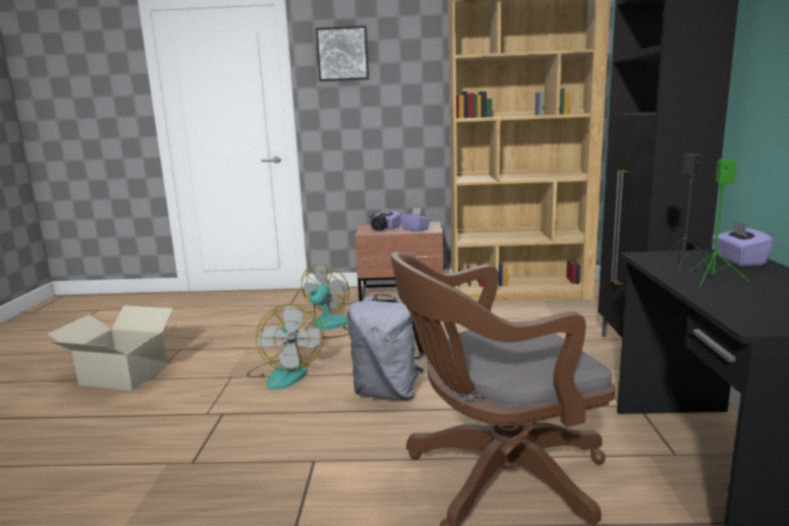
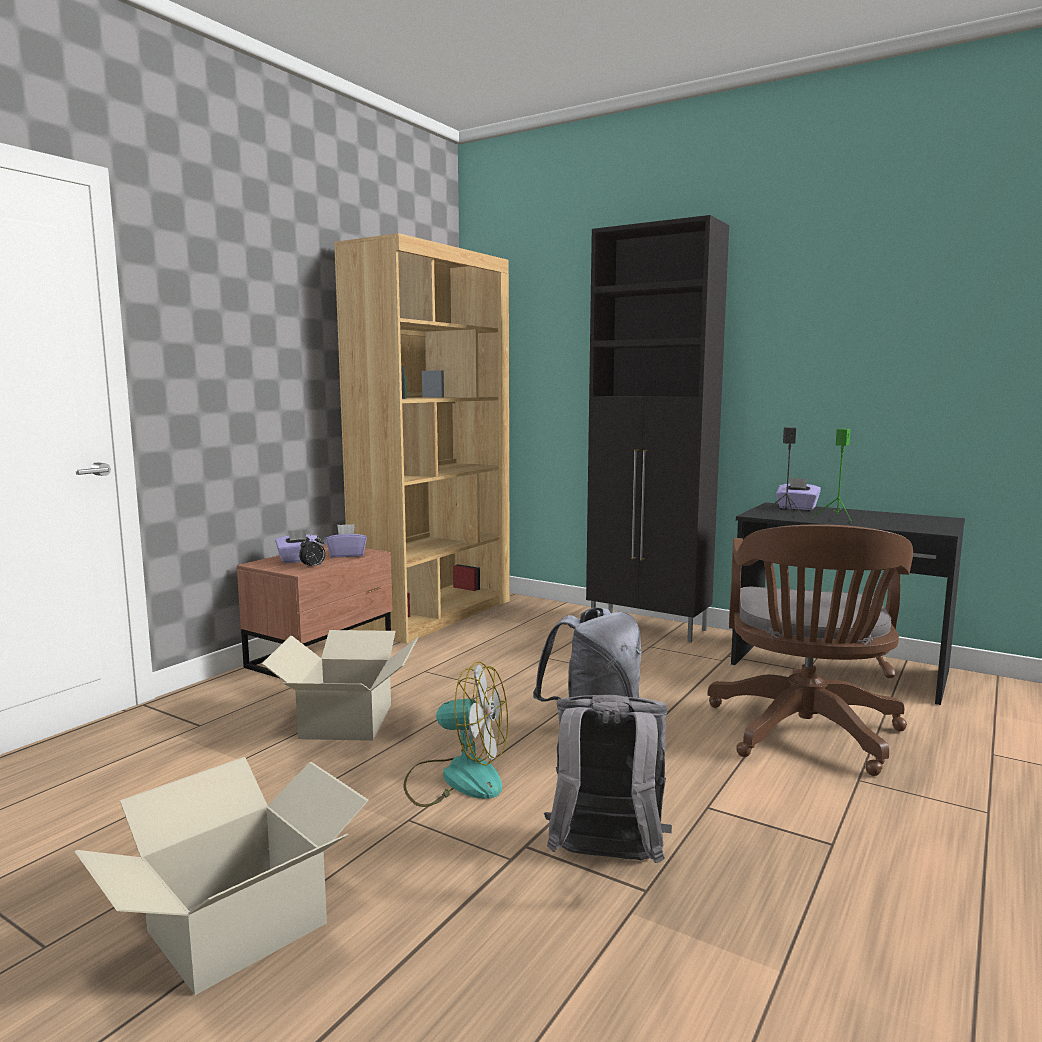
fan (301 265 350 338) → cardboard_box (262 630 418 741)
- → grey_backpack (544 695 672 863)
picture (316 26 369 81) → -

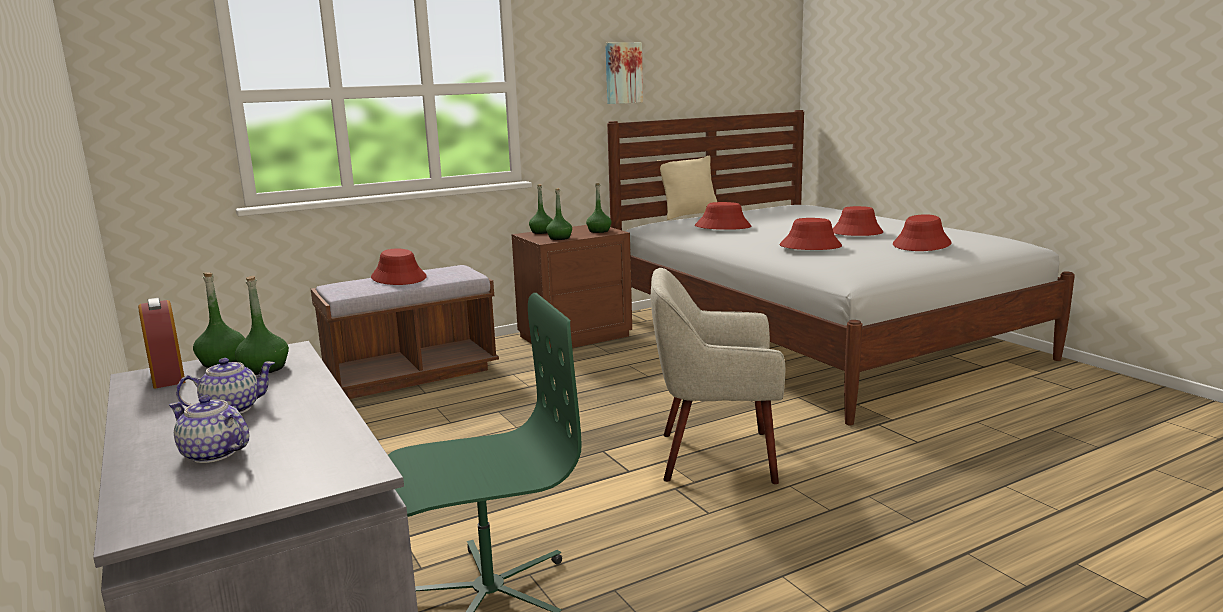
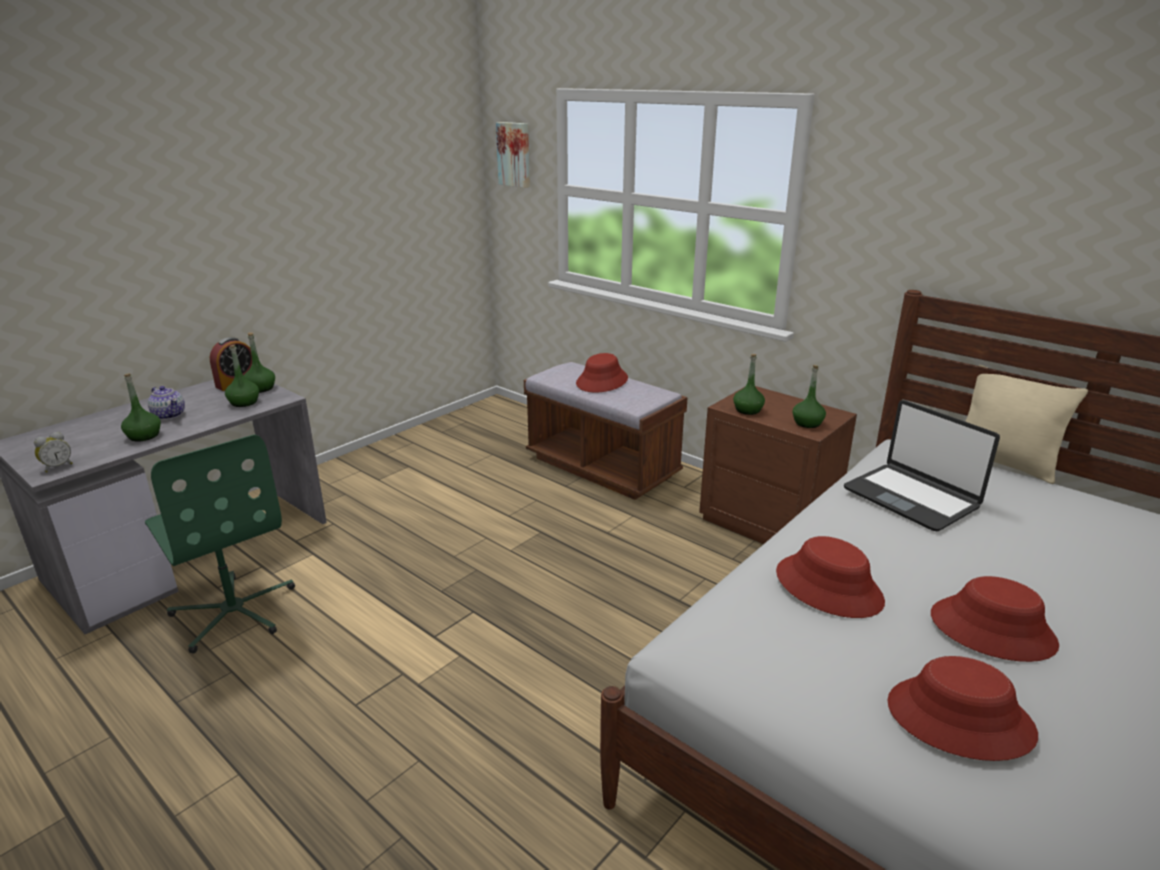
- → alarm_clock (34 432 72 472)
green_bottle (529 184 553 234) → green_bottle (121 373 161 442), move
picture (605 42 643 104) → picture (496 122 530 188), move
red_hat (695 202 751 230) → laptop (844 400 1000 531)
teapot (169 396 250 463) → -
beige_armchair (651 268 786 484) → -

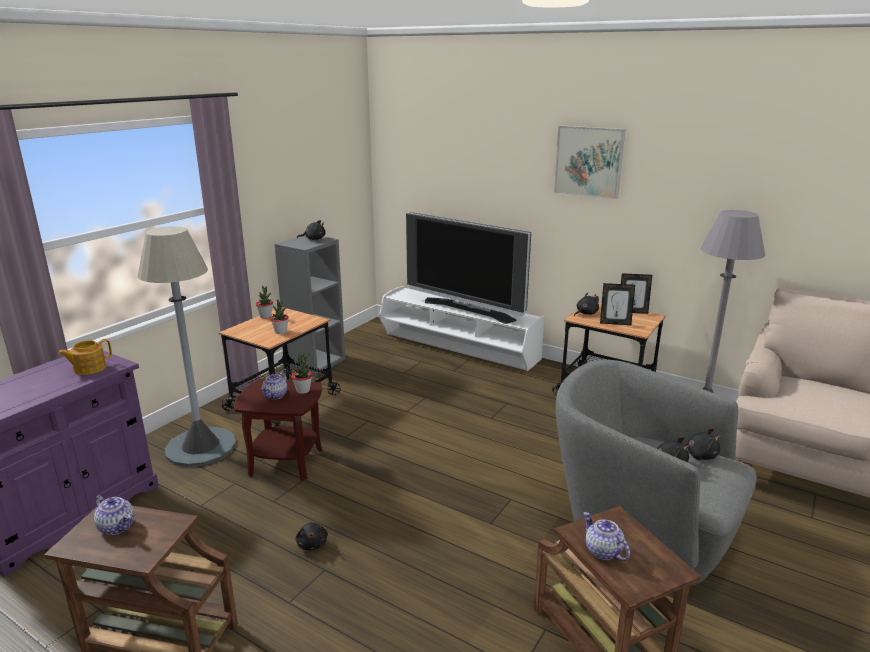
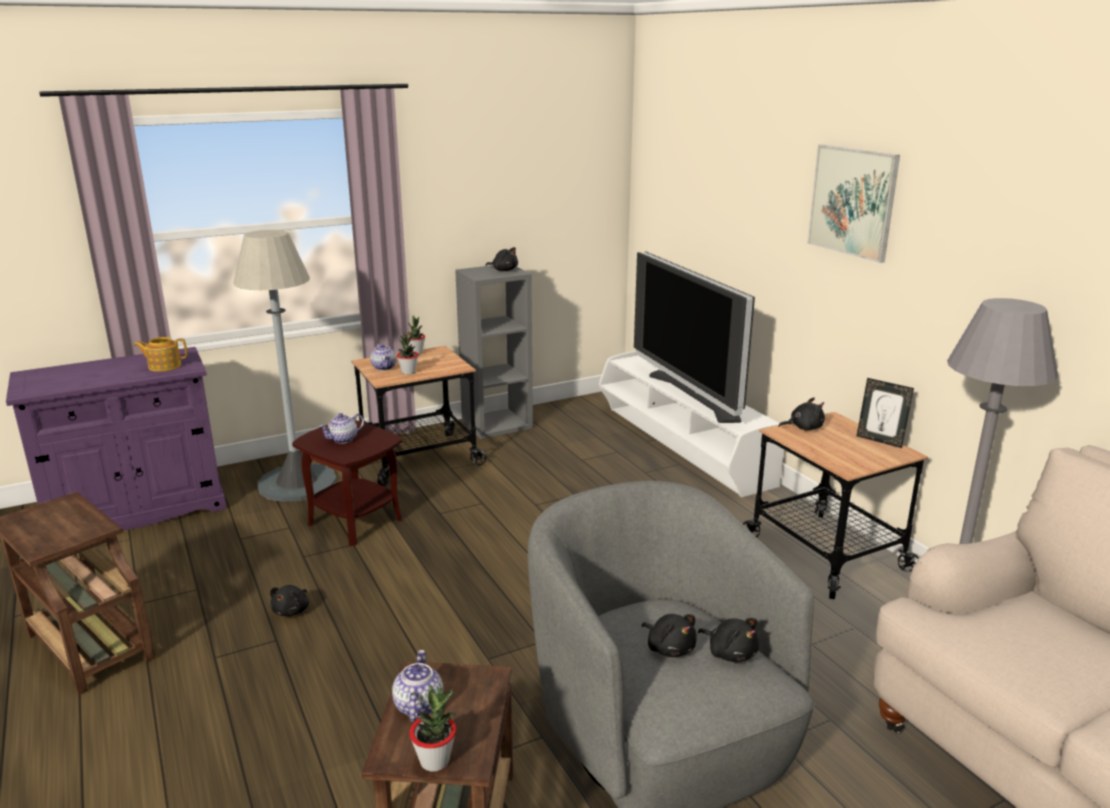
teapot (94 495 134 535) → teapot (370 344 396 370), move
potted_plant (291 353 312 394) → potted_plant (409 685 456 772), move
picture_frame (600 283 635 325) → -

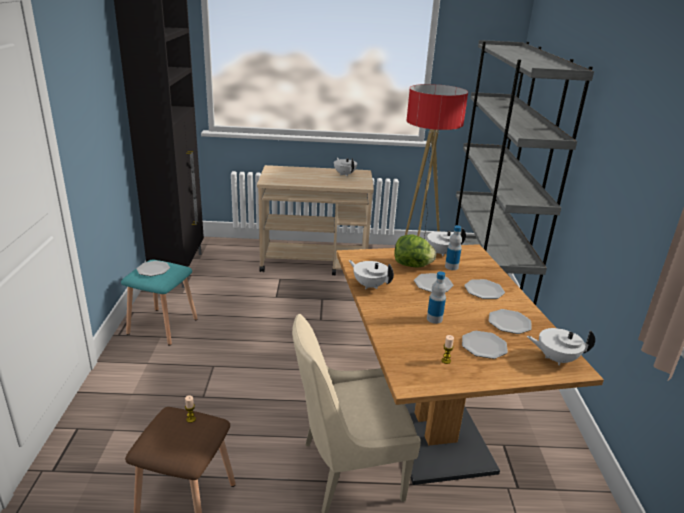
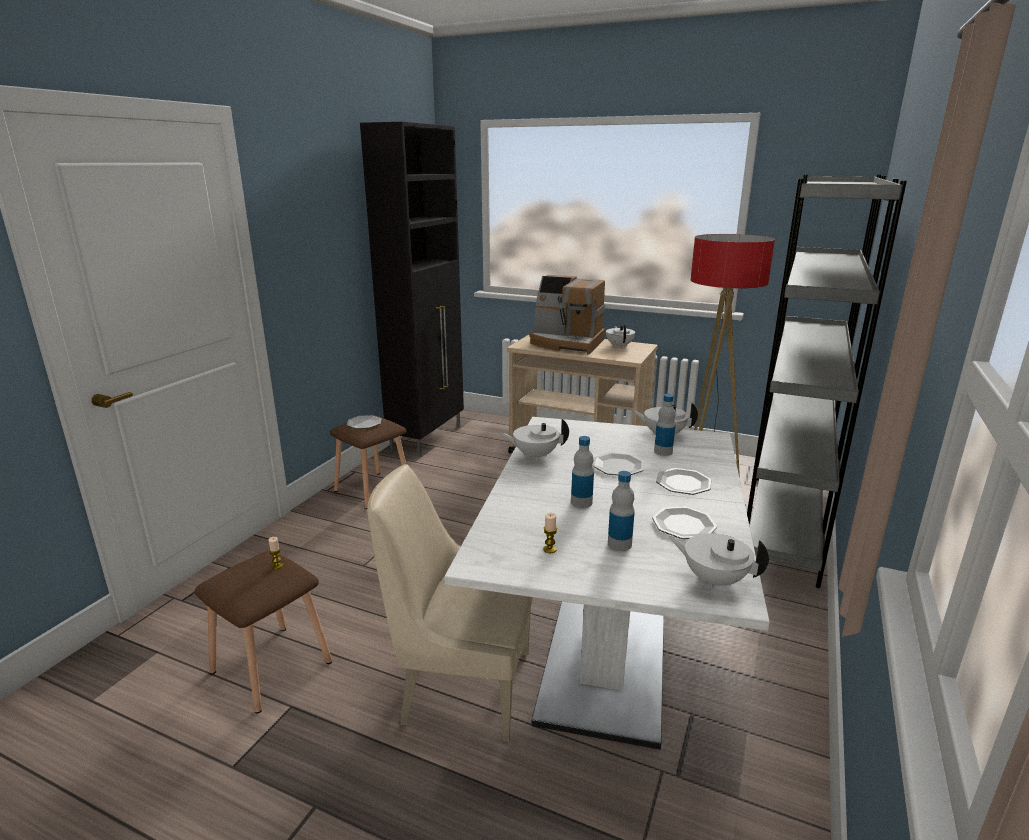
turquoise_stool (121 260 198 346) → brown_stool (330 415 406 509)
brown_dining_table (336 244 604 485) → white_dining_table (444 417 770 749)
white_teapot (349 260 394 289) → white_teapot (500 419 569 461), 60 degrees counterclockwise
- → coffee_machine (529 275 605 355)
plate (462 331 508 359) → bottle (608 471 635 551)
lettuce (395 234 436 267) → -

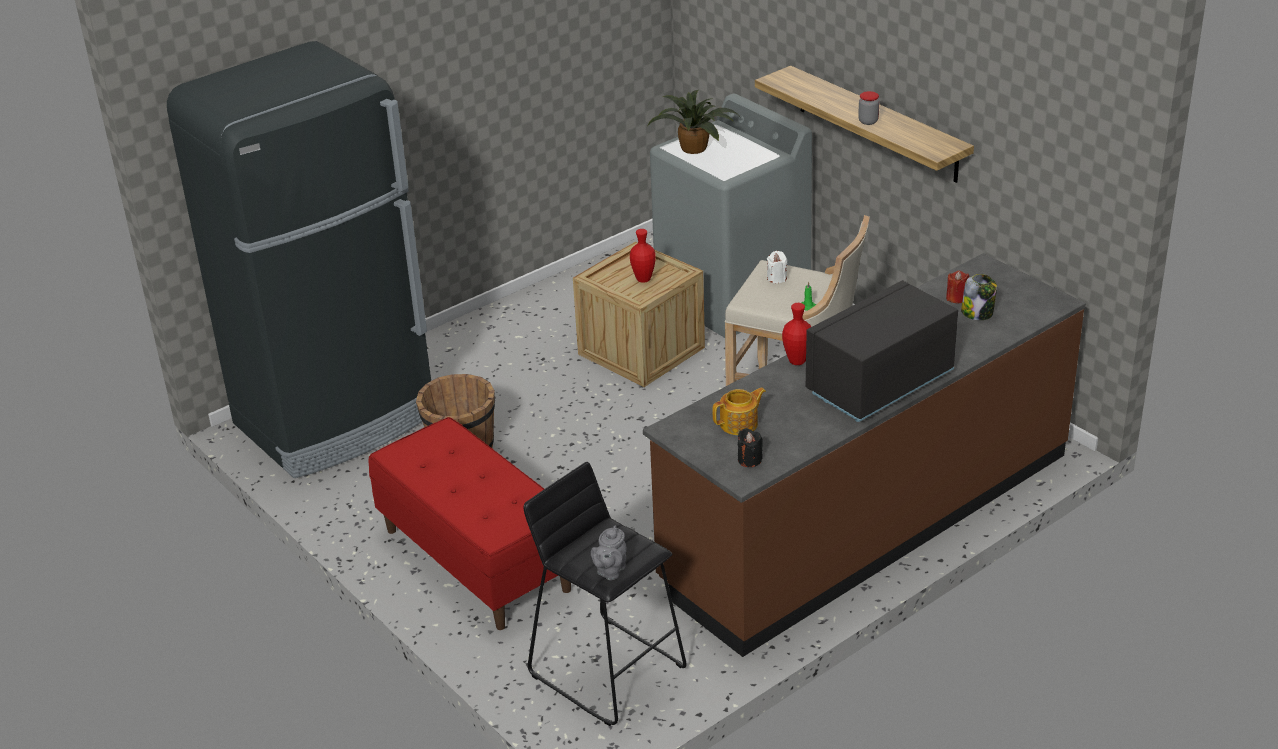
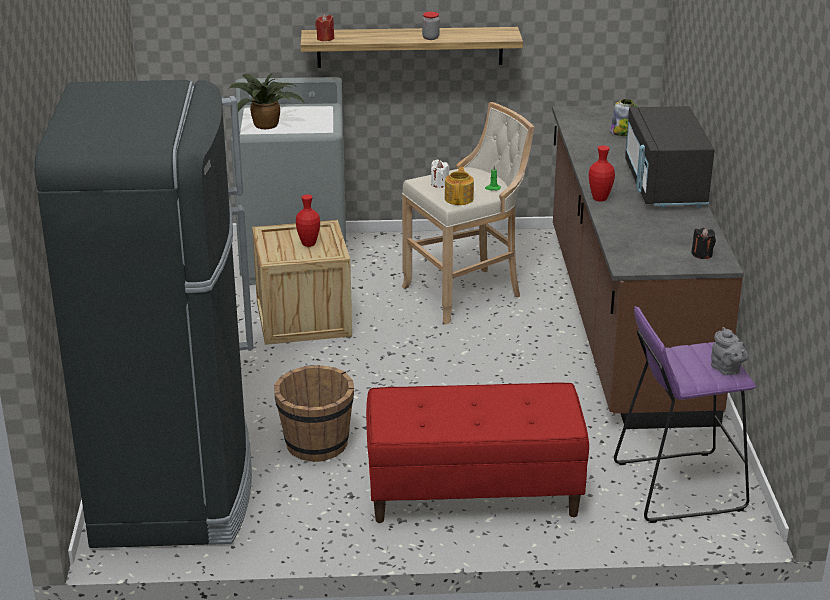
red_candle (946 271 970 303) → red_candle (315 14 334 41), move
teapot (713 387 766 435) → teapot (445 167 474 205), move
black_stool (523 462 687 726) → purple_stool (614 306 756 523)

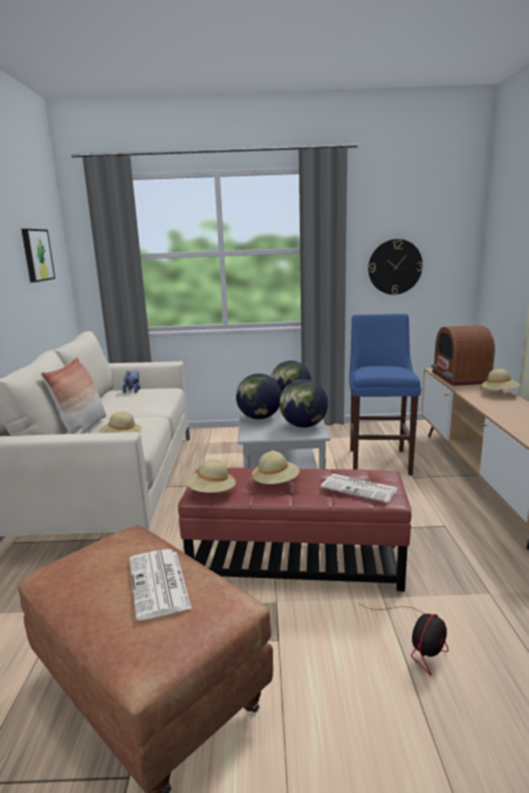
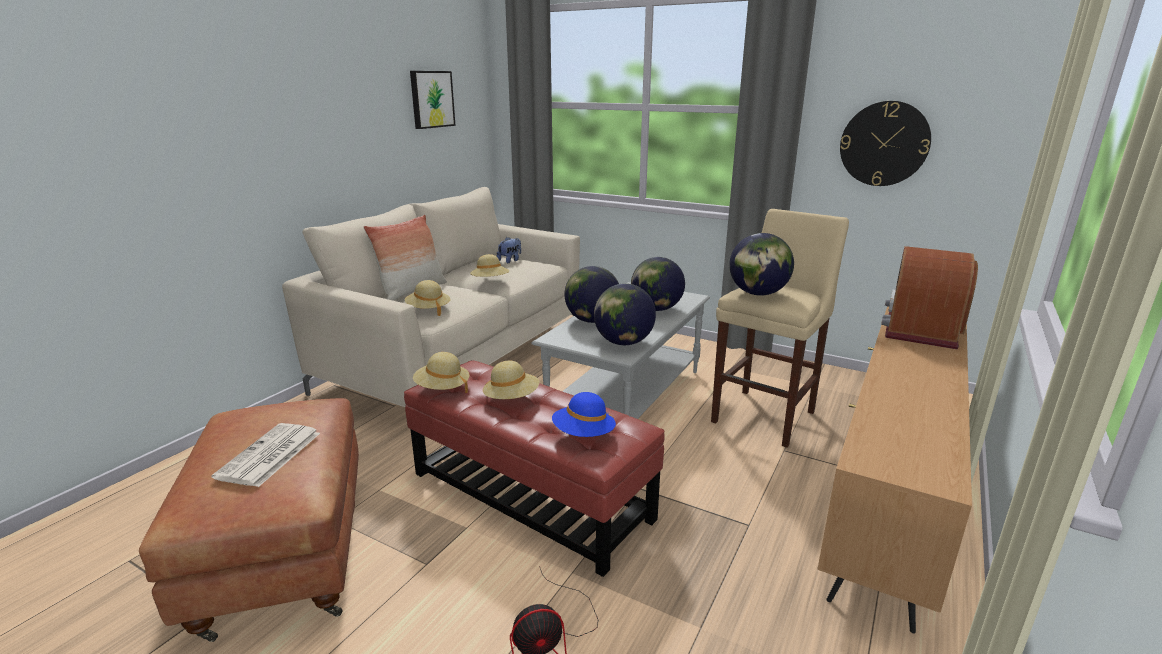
beige_hat (481 369 520 390) → beige_hat (470 254 509 277), move
newspaper (321 474 397 503) → blue_hat (552 392 616 437)
blue_stool (349 314 421 475) → beige_stool (711 209 849 448)
- → globe (729 233 794 296)

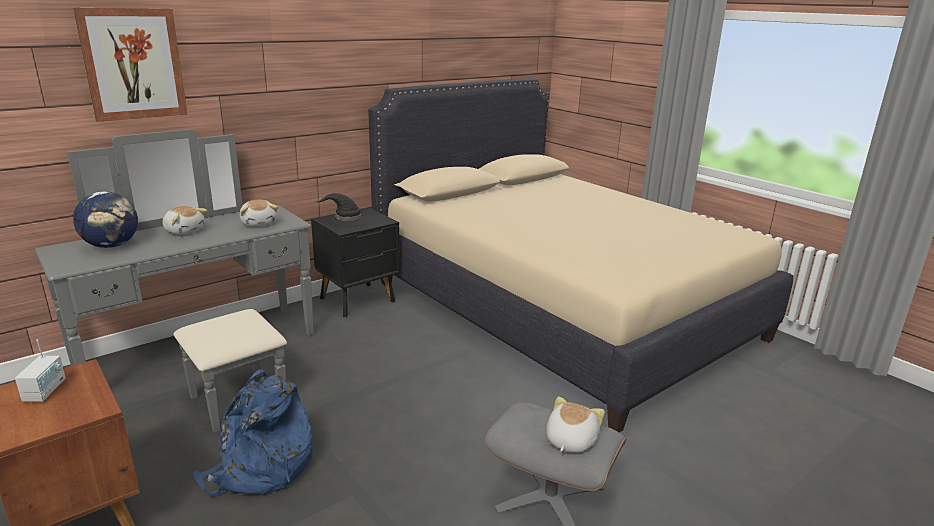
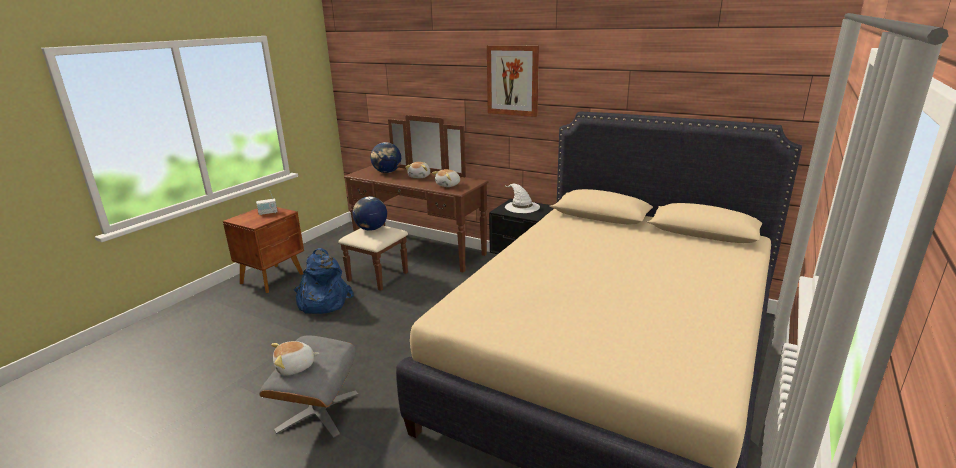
plush_toy (546 396 605 453) → plush_toy (271 341 319 376), 150 degrees clockwise
grey_dresser (35 129 314 432) → brown_dresser (338 115 489 291)
- → globe (352 196 387 231)
picture (73 8 188 122) → picture (487 45 539 117), move
black_hat (315 193 371 227) → white_hat (505 184 540 213)

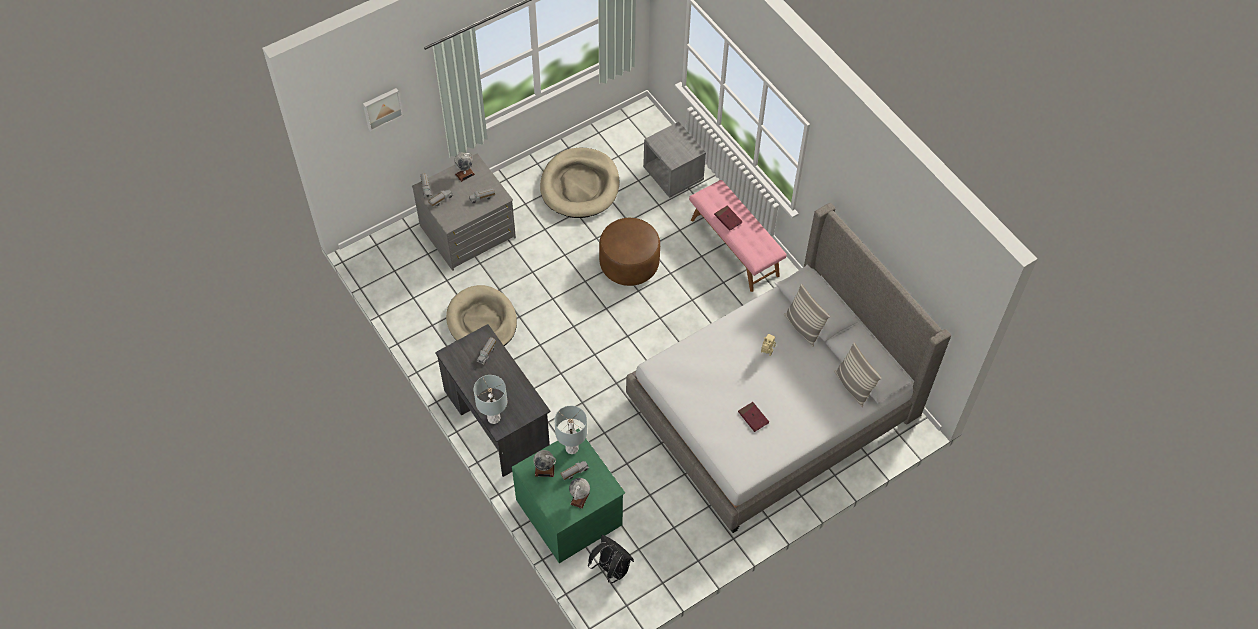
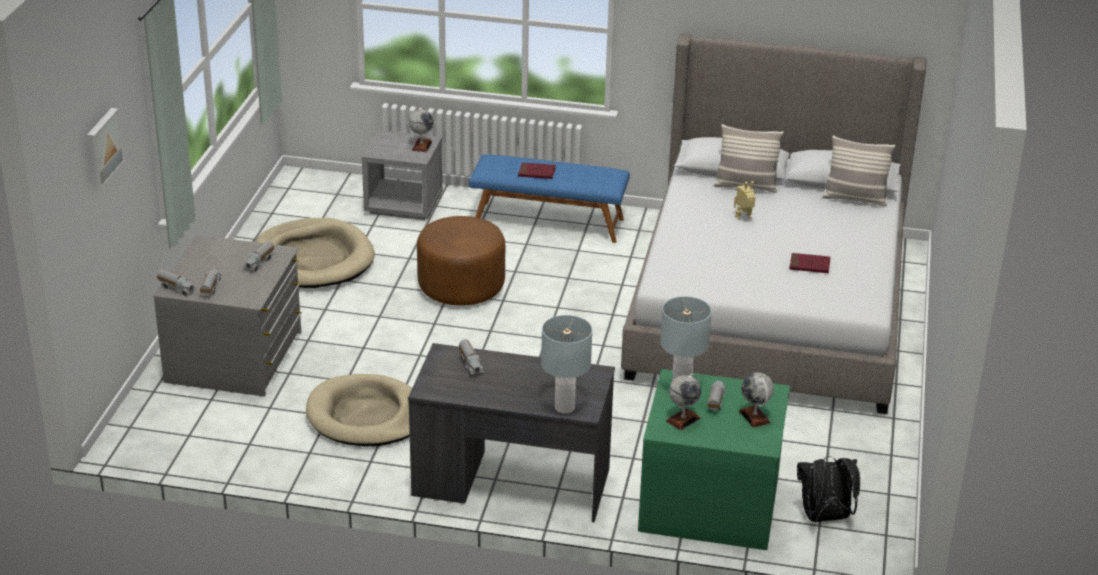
globe (454 153 475 182) → globe (409 107 434 152), move
pink_bench (689 180 787 292) → blue_bench (469 154 630 243)

